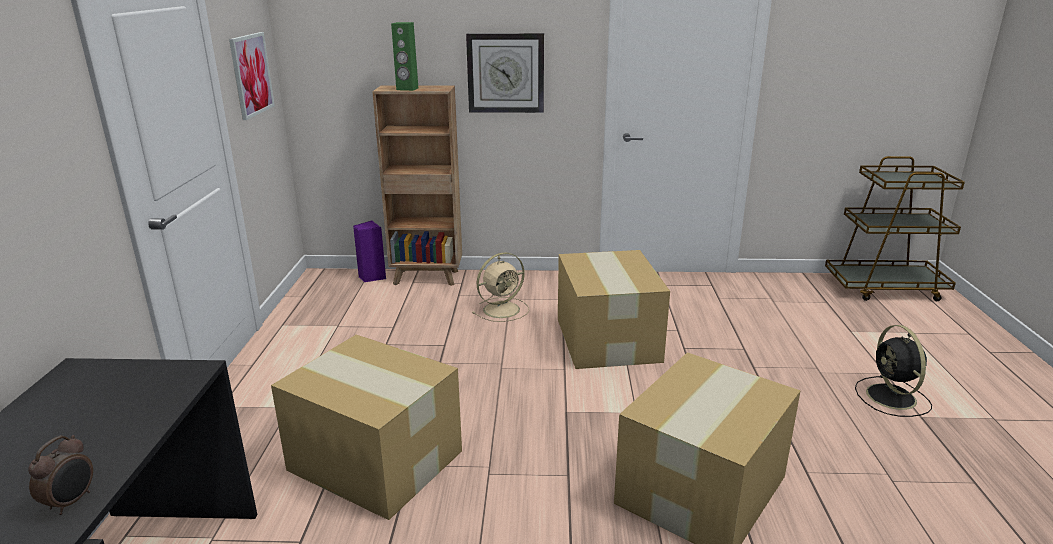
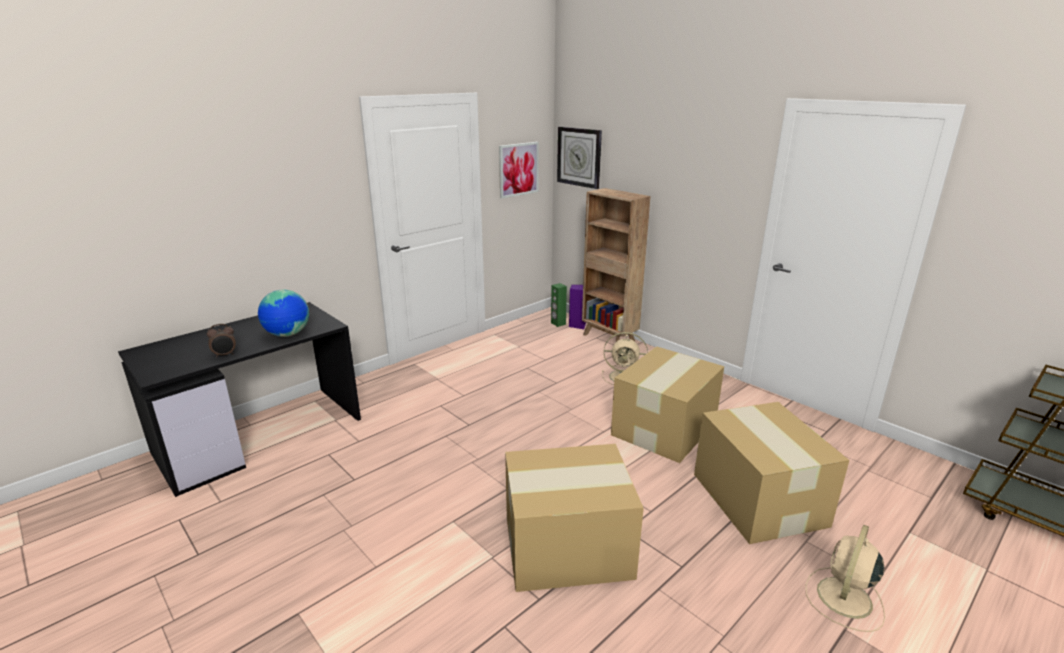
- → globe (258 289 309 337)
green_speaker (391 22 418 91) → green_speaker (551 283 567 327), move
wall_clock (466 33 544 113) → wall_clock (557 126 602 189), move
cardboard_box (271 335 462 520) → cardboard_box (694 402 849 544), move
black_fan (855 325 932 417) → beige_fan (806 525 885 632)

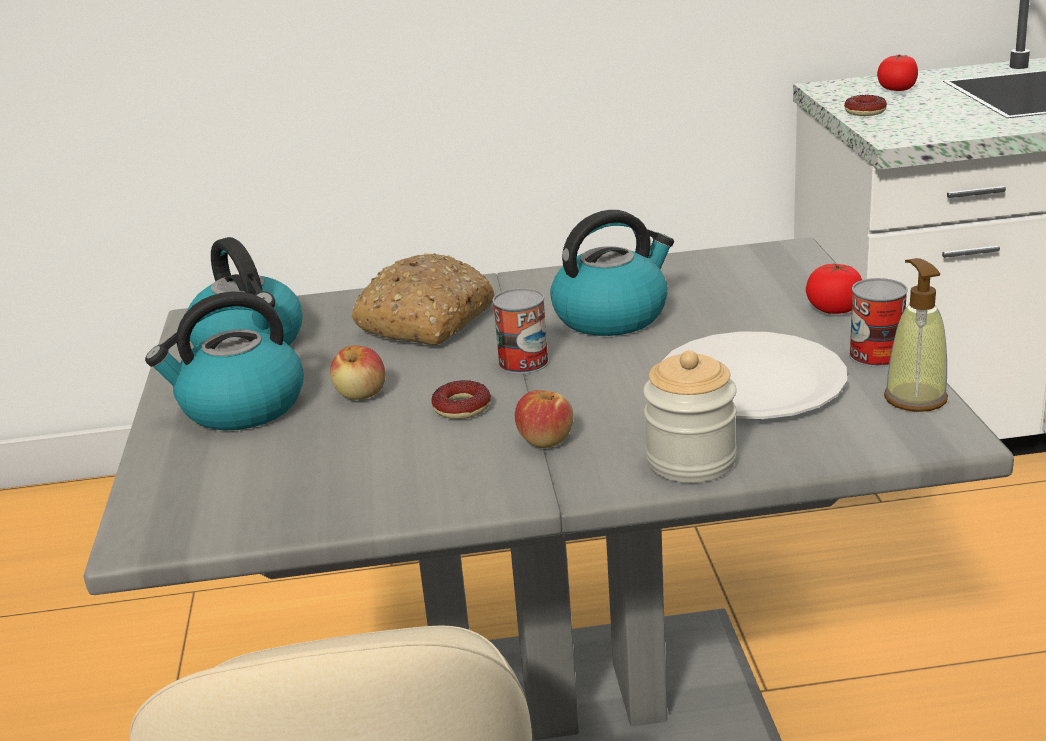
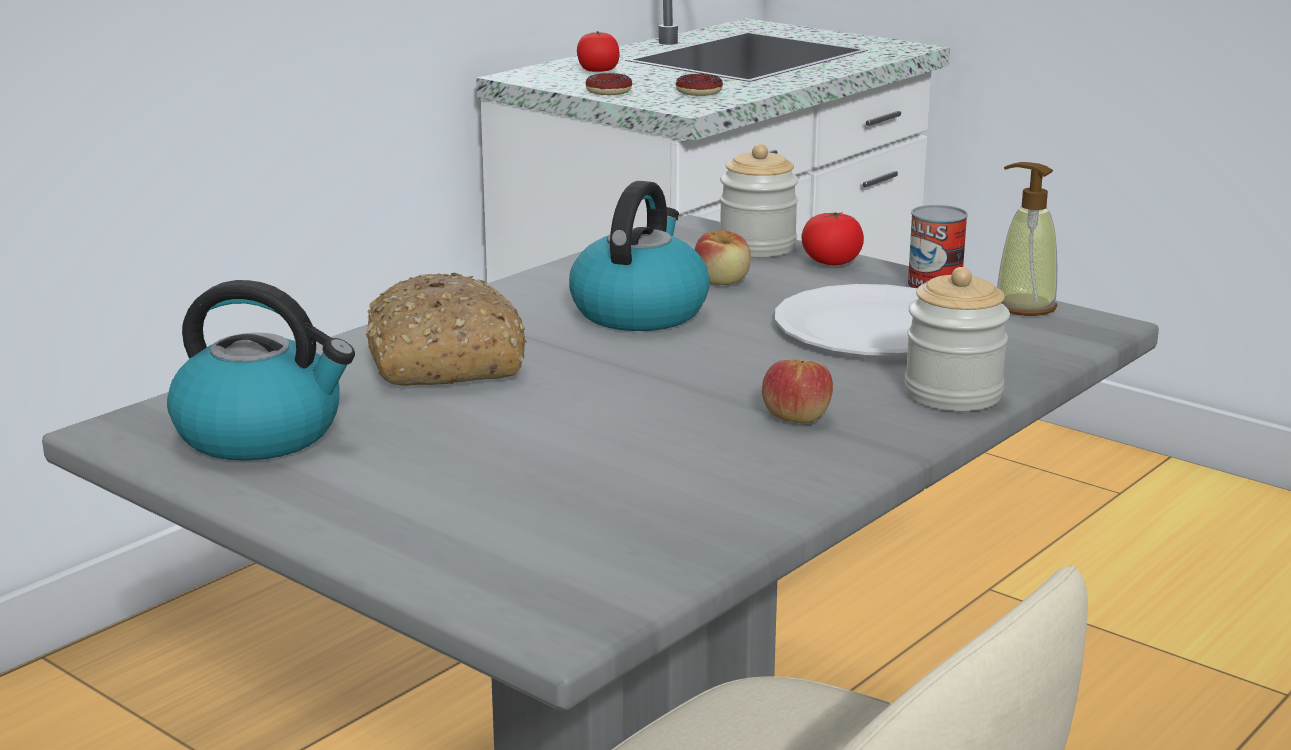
donut (431 380 491 419) → donut (676 74 723 96), move
apple (330 345 386 400) → apple (695 231 751 285), move
- → jar (720 144 799 257)
kettle (145 291 304 430) → -
can (493 288 549 374) → -

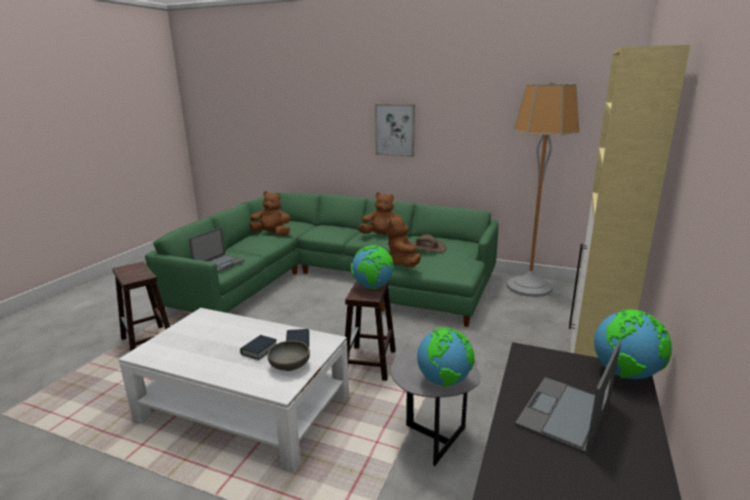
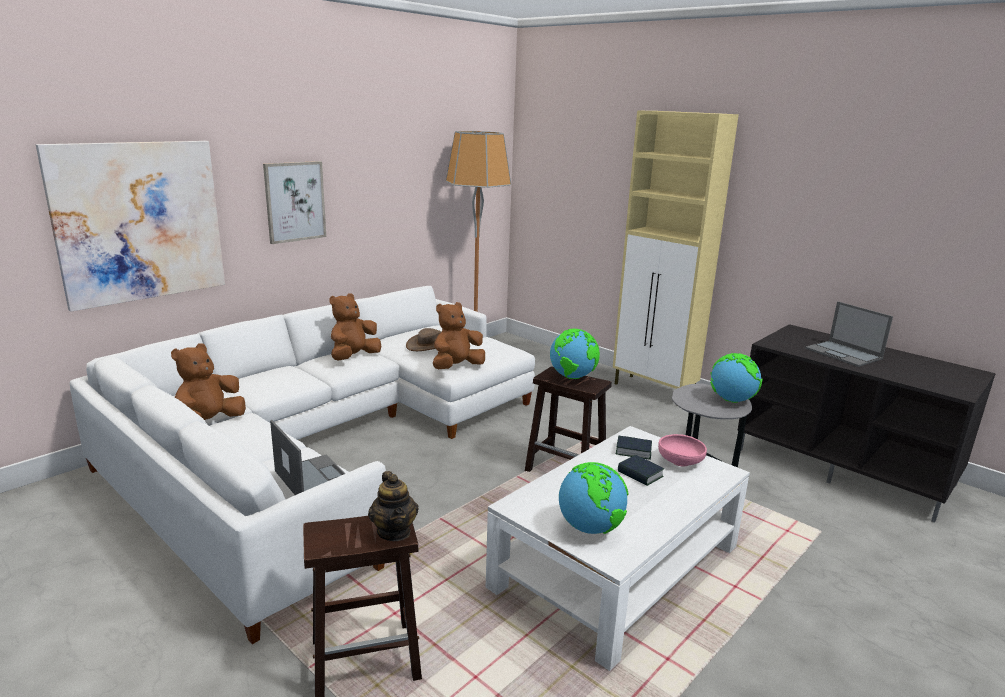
- → picture (36 141 225 312)
green_sofa (145 192 498 327) → white_sofa (70 286 535 644)
- → teapot (368 471 419 541)
brown_plush_toy (386 215 421 267) → brown_plush_toy (433 302 485 369), 120 degrees clockwise
globe (594 309 672 379) → globe (559 462 628 534), move
grey_bowl (268 340 310 371) → pink_bowl (658 434 707 467)

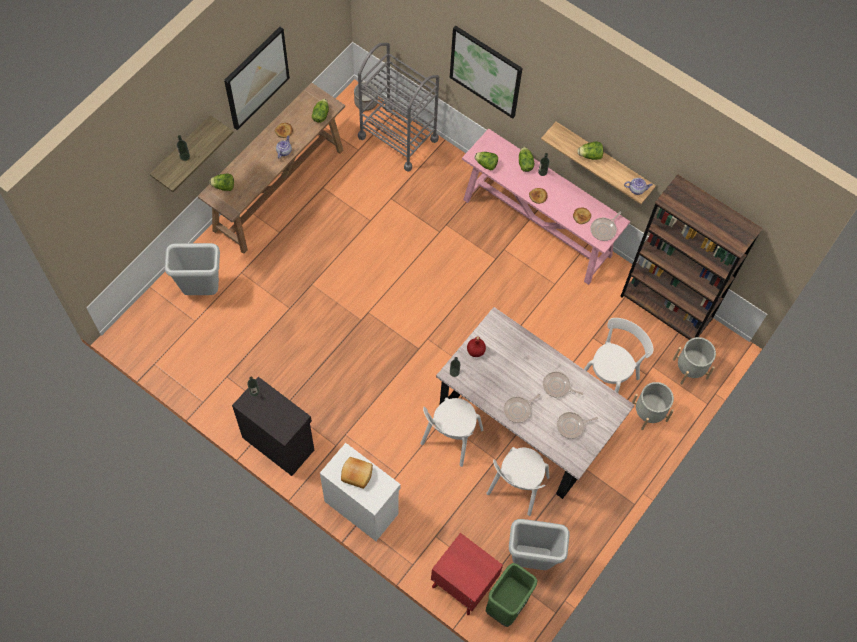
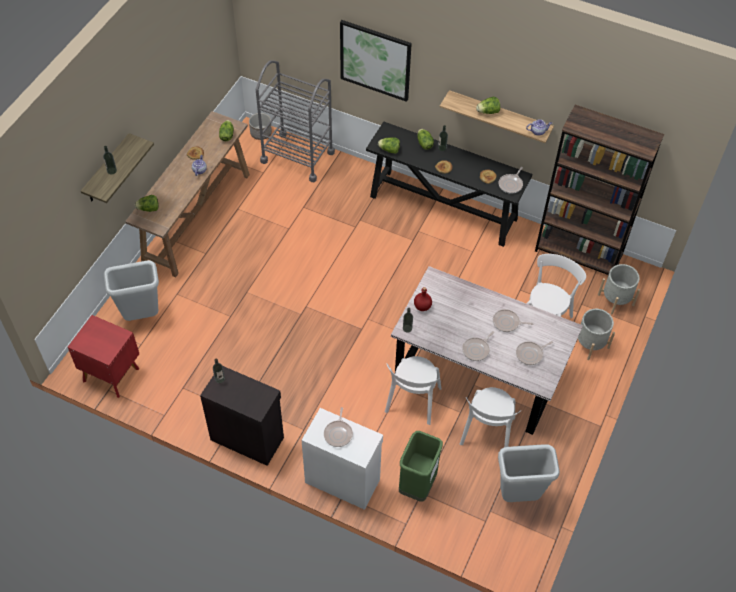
red_nightstand (431 533 503 615) → red_nightstand (68 315 139 398), move
bread (341 457 373 489) → frying_pan (324 407 353 447)
pink_console_table (462 129 630 285) → black_console_table (366 121 532 247)
green_trash_can (486 563 538 627) → green_trash_can (399 431 443 501), move
picture (224 27 290 130) → -

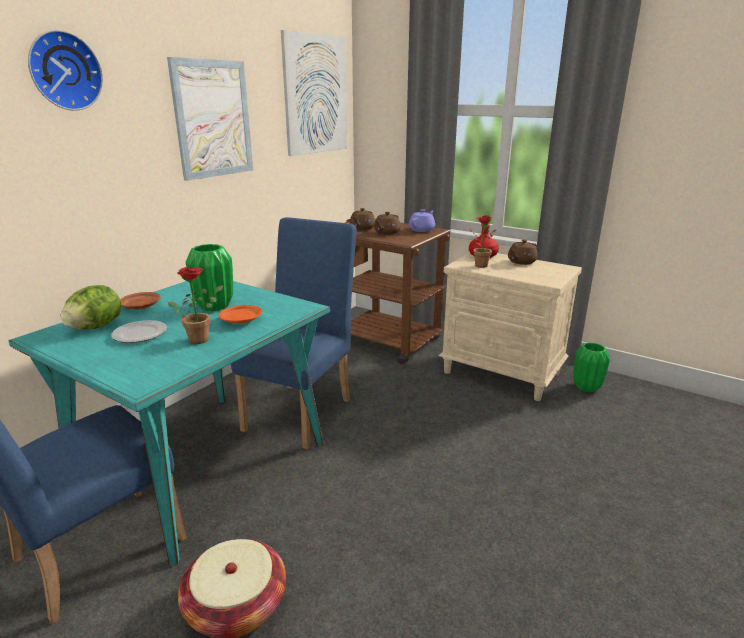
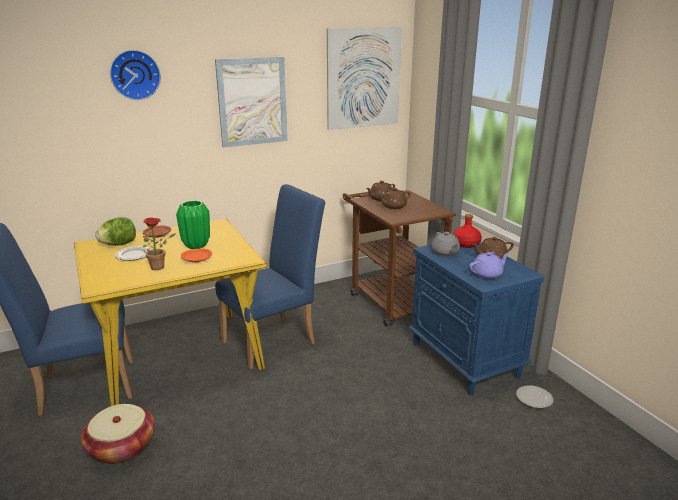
turquoise_dining_table (9 281 330 566) → yellow_dining_table (74 219 266 406)
beige_nightstand (438 253 582 401) → blue_nightstand (408 242 544 395)
potted_plant (469 215 497 268) → grey_teapot (432 232 460 256)
purple_teapot (409 209 435 232) → purple_teapot (469 252 510 279), move
green_vase (573 343 610 392) → plate (516 385 553 408)

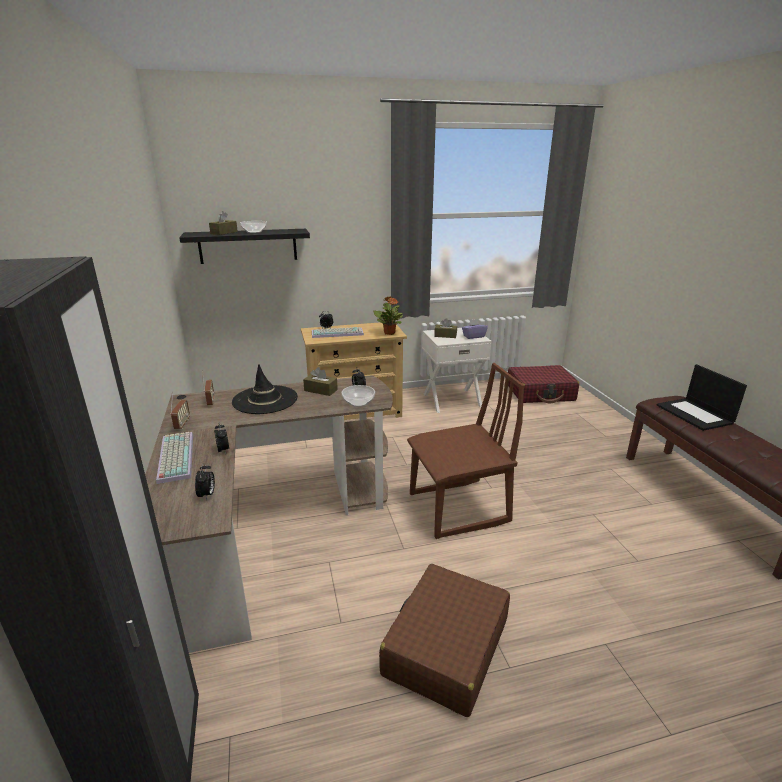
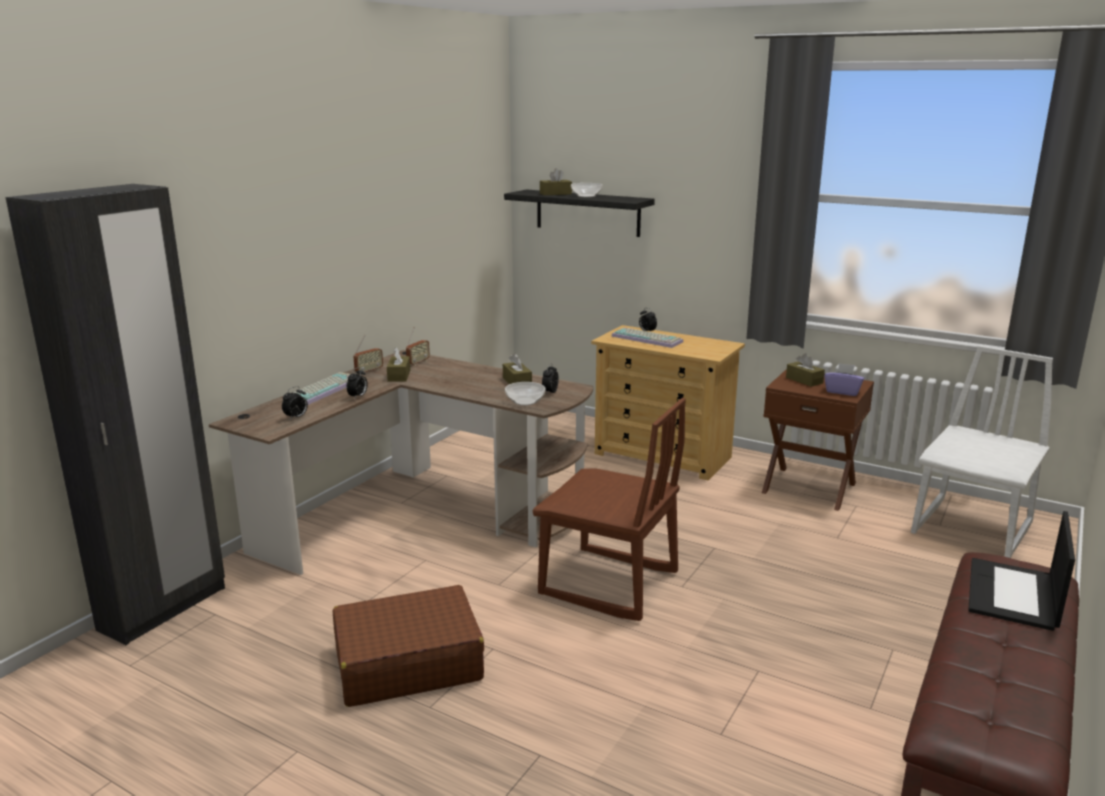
- → brown_tissue_box (387 347 410 382)
white_nightstand (422 328 492 413) → brown_nightstand (762 369 874 511)
red_suitcase (508 365 579 403) → white_chair (911 345 1053 558)
black_hat (232 364 298 414) → -
potted_plant (373 296 403 335) → -

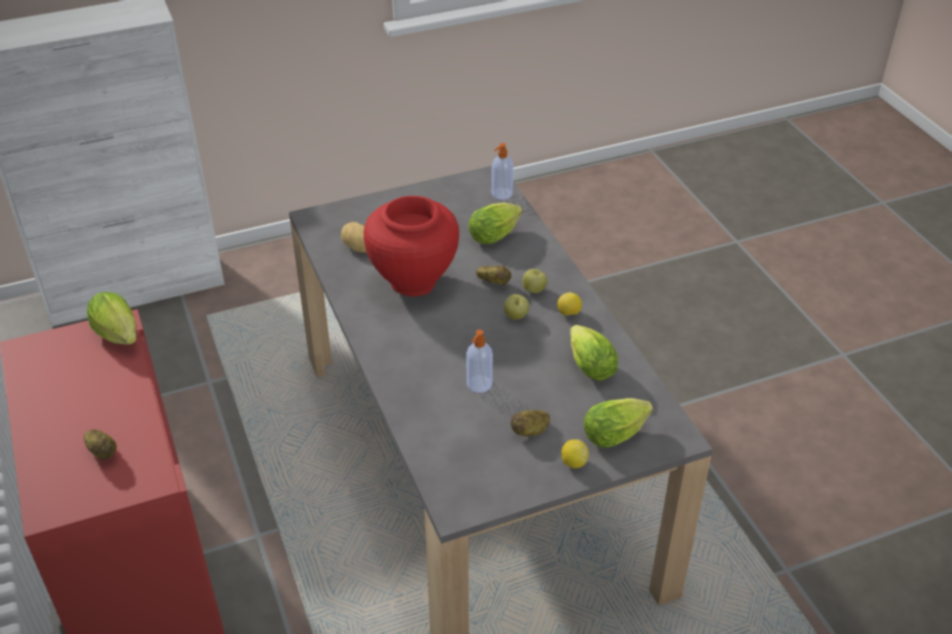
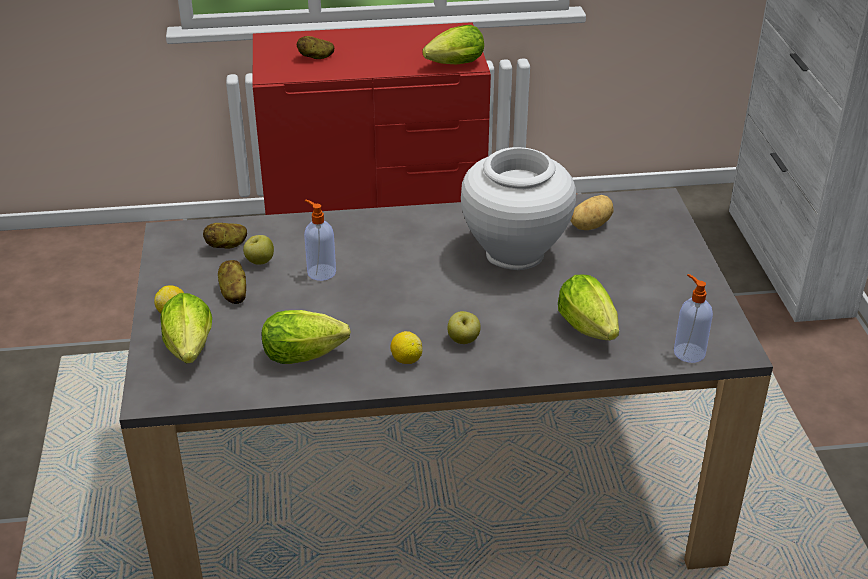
potato (476 266 512 286) → potato (203 223 247 249), move
apple (504 294 529 320) → apple (243 235 274 265), move
red_vase (364 196 459 296) → white_vase (461 147 576 270)

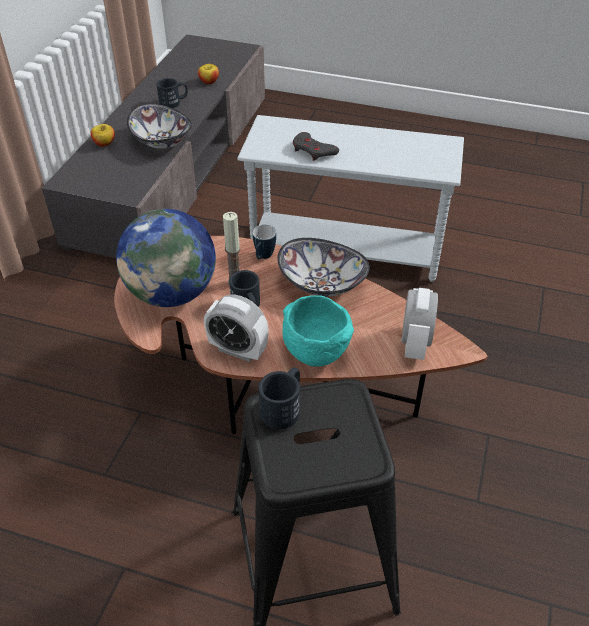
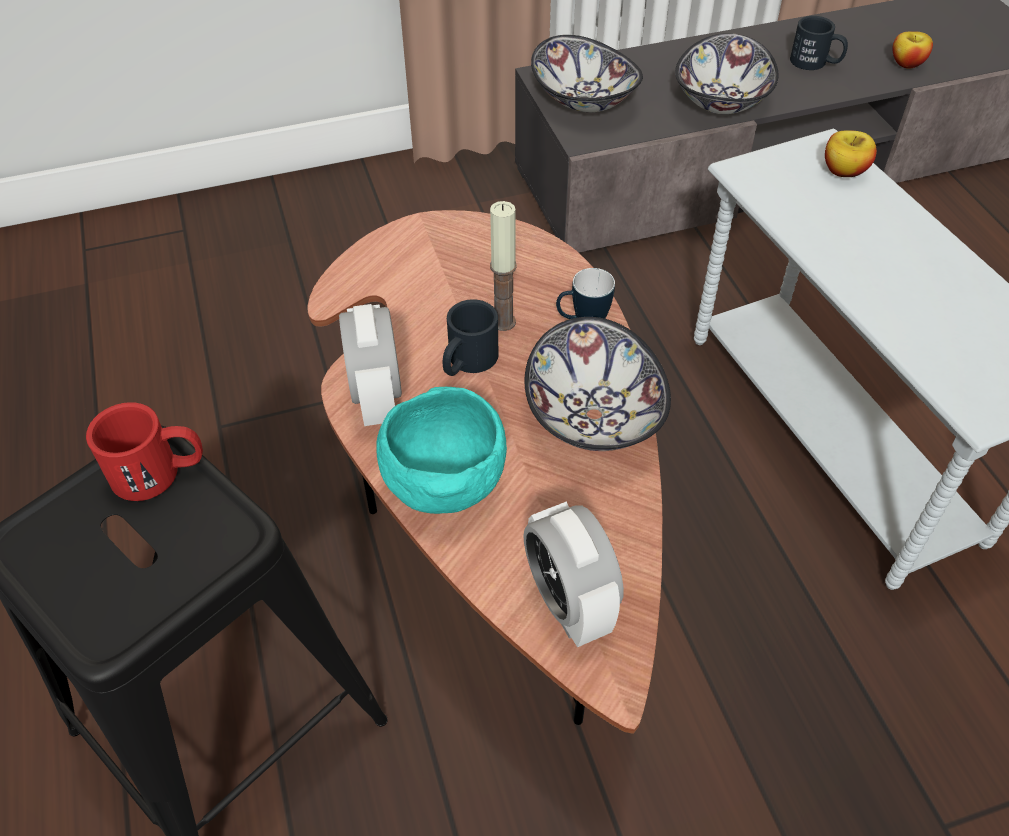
black_mug (259 367 300 429) → red_mug (86 402 203 501)
alarm_clock (402 288 438 360) → alarm_clock (523 501 624 647), 90 degrees clockwise
- → bowl (531 35 643 112)
apple (90 124 115 147) → apple (825 130 877 177), move
globe (116 209 216 307) → -
grey_game_controller (293 132 339 161) → -

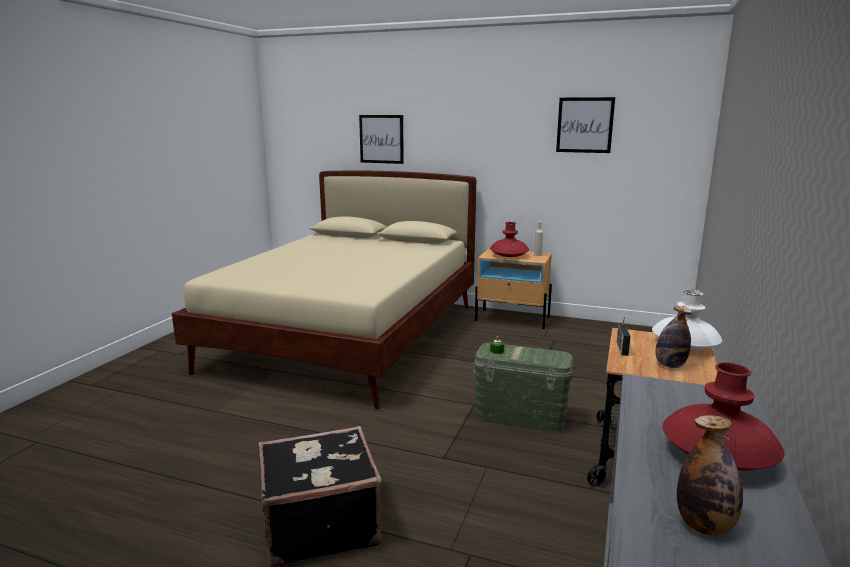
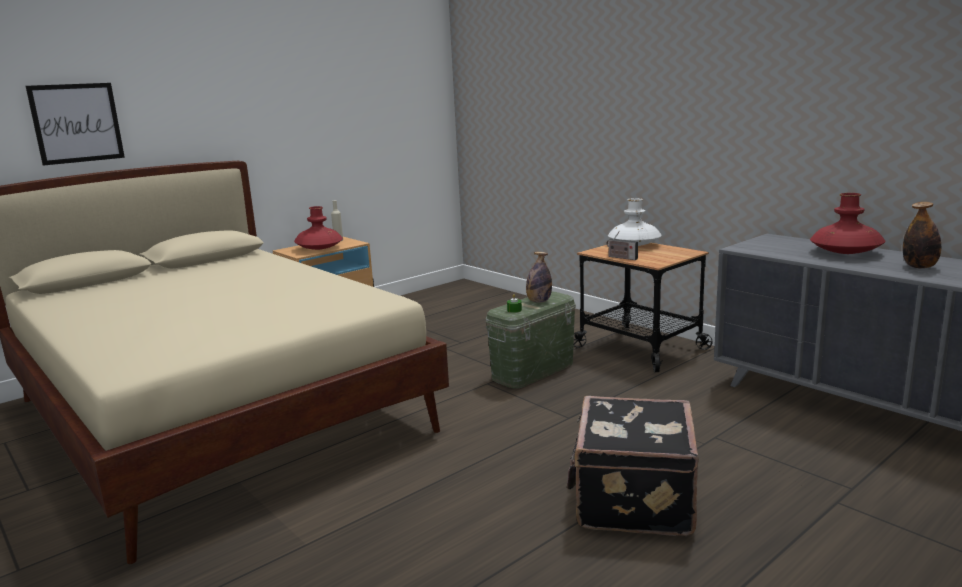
bottle (655 306 692 368) → bottle (526 252 552 303), move
picture (556 97 615 153) → -

